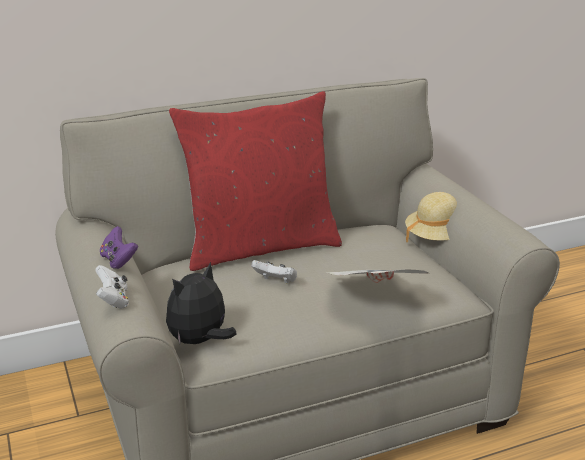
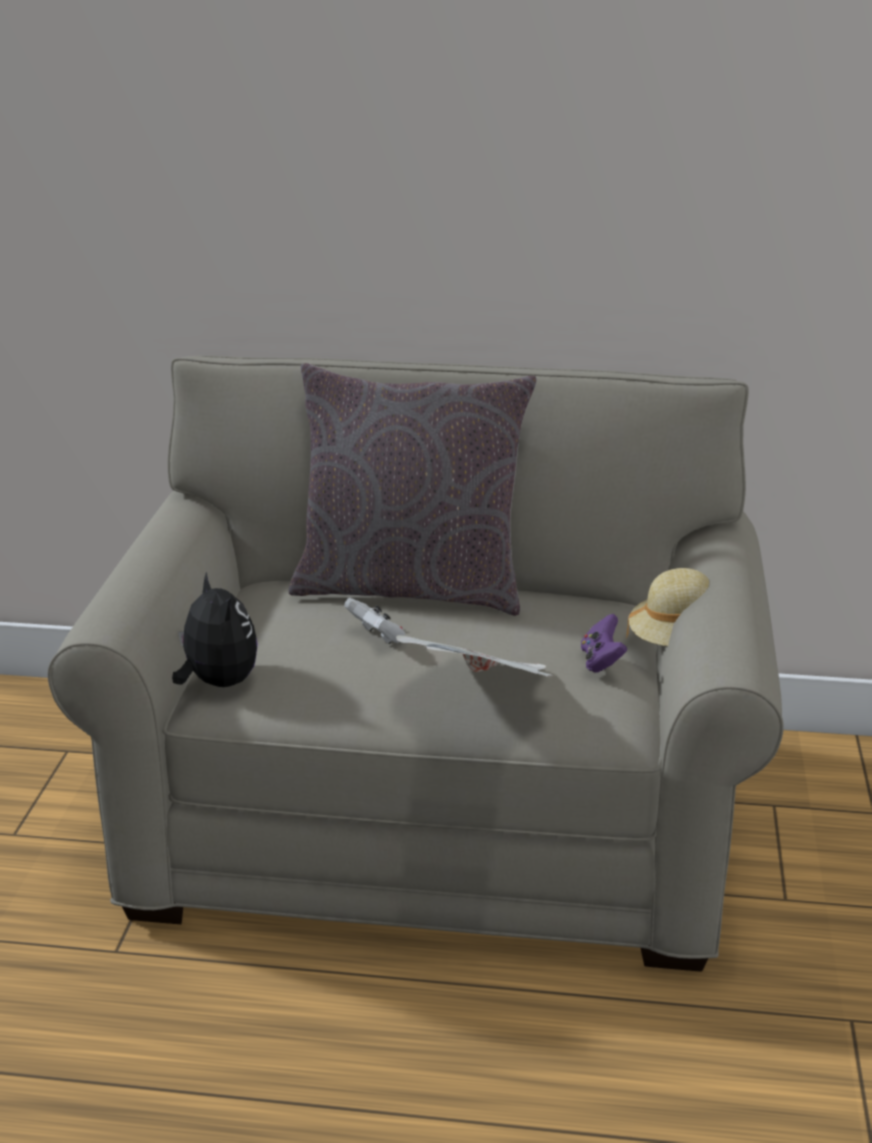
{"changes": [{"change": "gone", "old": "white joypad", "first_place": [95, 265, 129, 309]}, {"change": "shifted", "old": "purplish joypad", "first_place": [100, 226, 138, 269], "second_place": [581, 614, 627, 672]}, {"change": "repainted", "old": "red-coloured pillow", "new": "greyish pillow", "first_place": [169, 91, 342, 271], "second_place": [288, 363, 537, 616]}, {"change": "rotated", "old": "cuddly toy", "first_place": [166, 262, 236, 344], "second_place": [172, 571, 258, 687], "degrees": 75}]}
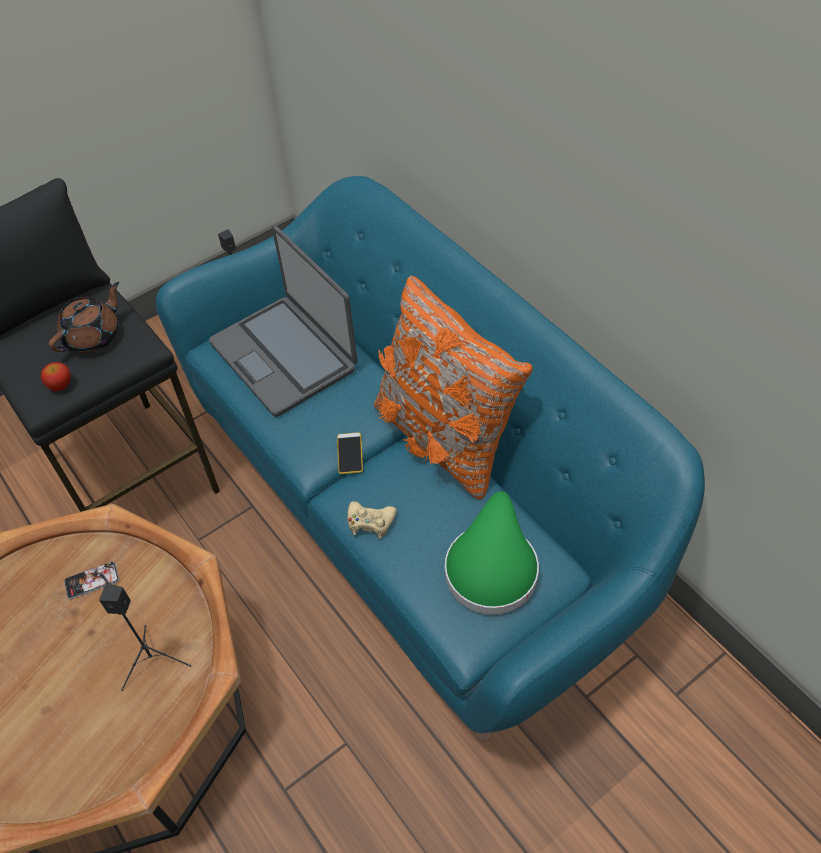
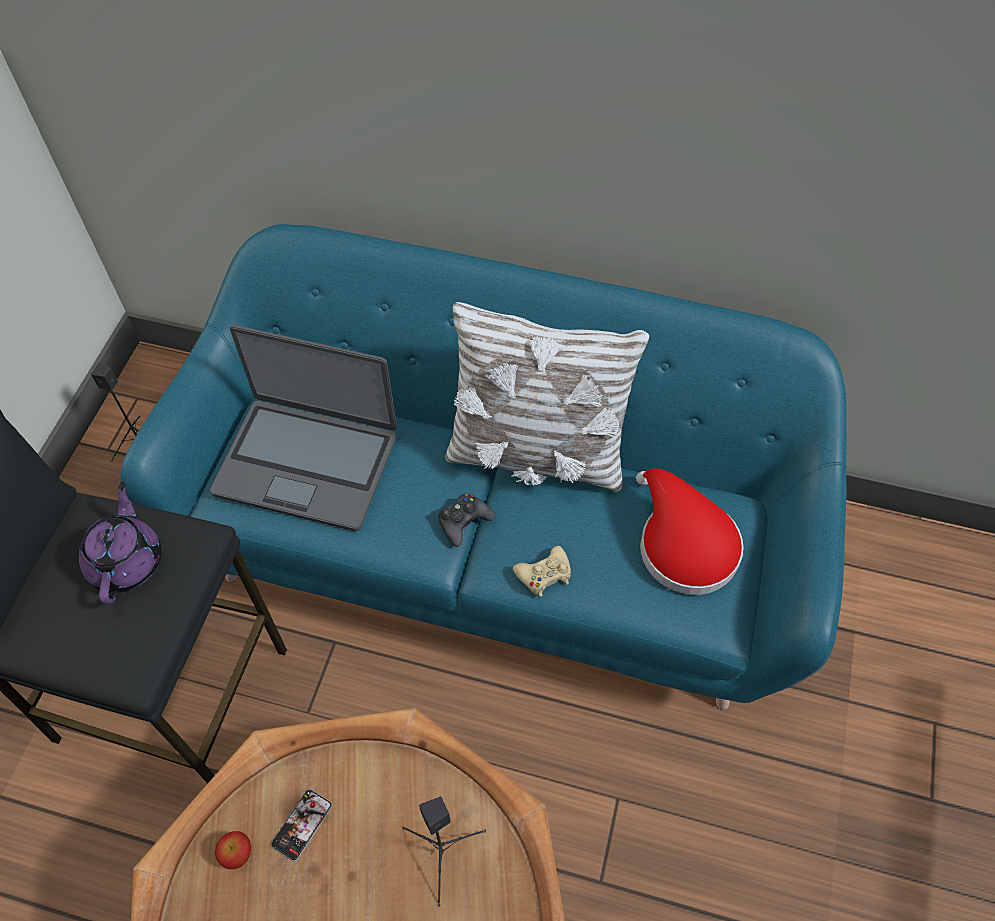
{"changes": [{"change": "shifted", "old": "whole apple", "first_place": [41, 362, 71, 392], "second_place": [215, 831, 251, 869]}, {"change": "swapped", "old": "handset", "new": "blackish joypad", "first_place": [337, 432, 363, 474], "second_place": [438, 493, 495, 547]}, {"change": "repainted", "old": "brownish tea pot", "new": "purplish tea pot", "first_place": [48, 282, 119, 353], "second_place": [79, 482, 162, 604]}, {"change": "repainted", "old": "orange-coloured pillow", "new": "white pillow", "first_place": [374, 276, 533, 499], "second_place": [445, 302, 649, 492]}, {"change": "repainted", "old": "green clothing hat", "new": "red-coloured clothing hat", "first_place": [445, 491, 539, 615], "second_place": [636, 468, 744, 595]}]}
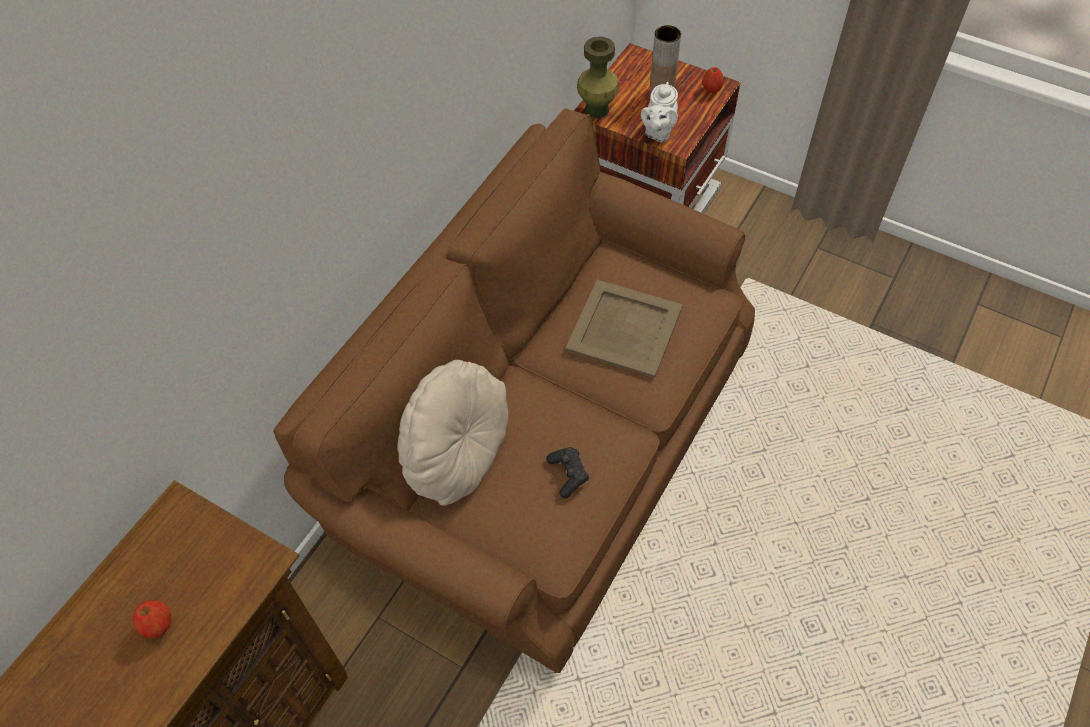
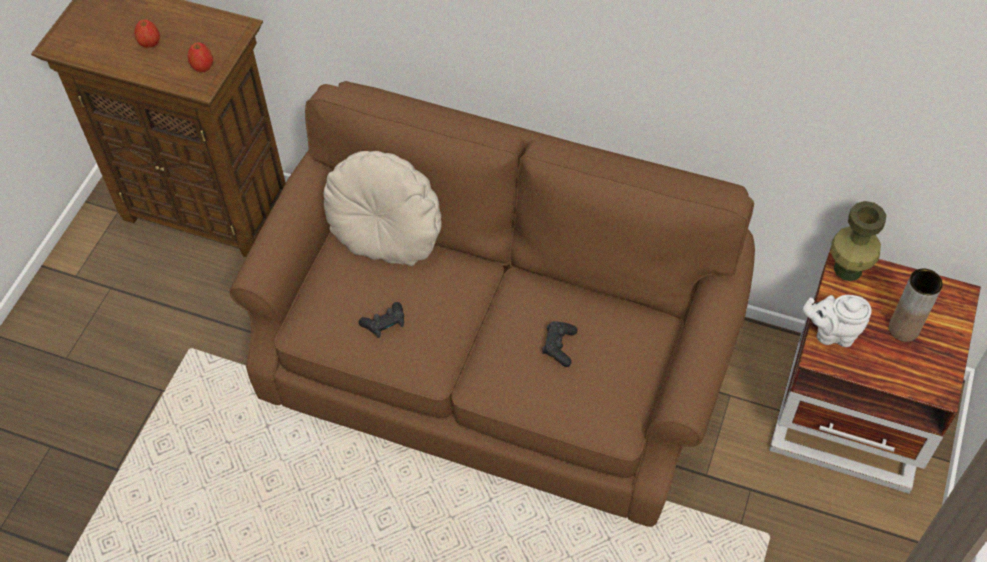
{"changes": [{"change": "shifted", "old": "whole apple", "first_place": [702, 67, 723, 93], "second_place": [187, 42, 213, 72]}, {"change": "swapped", "old": "beige tray", "new": "blackish joypad", "first_place": [565, 280, 683, 378], "second_place": [542, 321, 577, 367]}]}
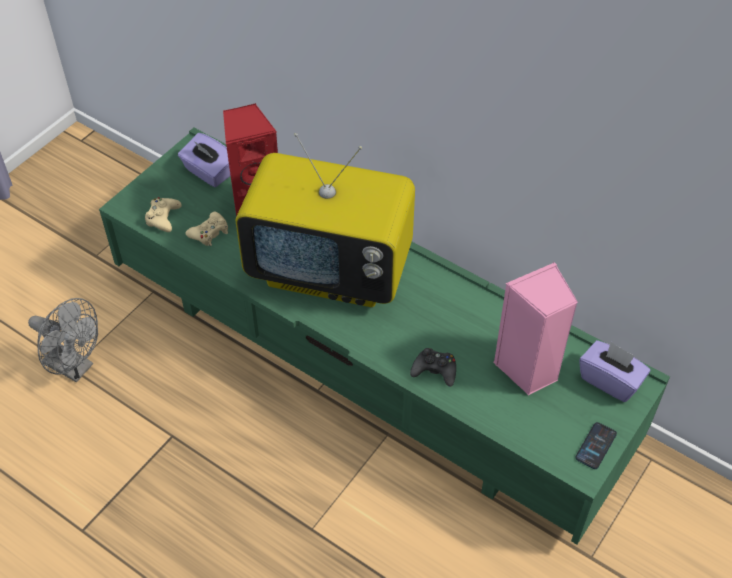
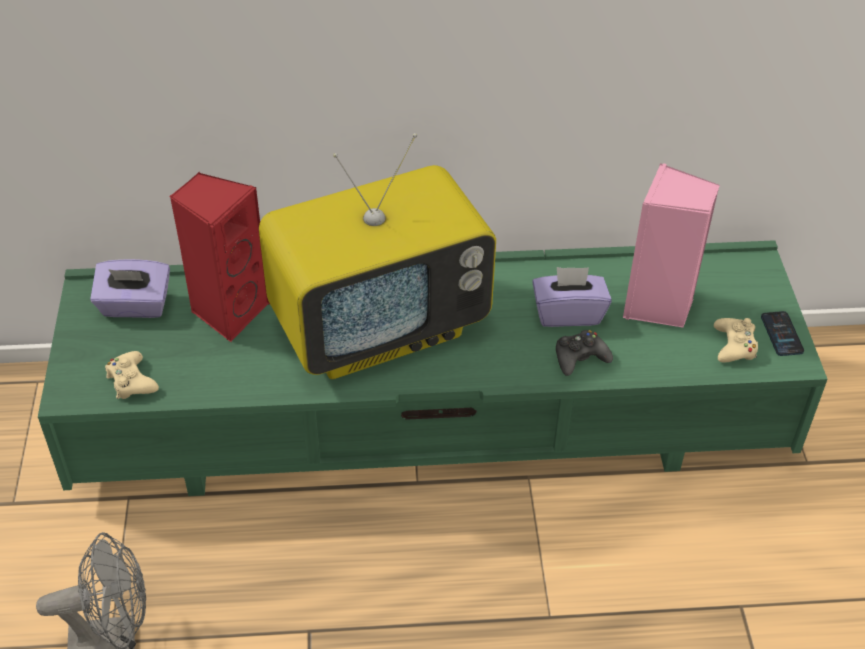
{"changes": [{"change": "shifted", "old": "beige joypad", "first_place": [186, 211, 228, 246], "second_place": [714, 318, 758, 362]}, {"change": "shifted", "old": "purplish box of tissues", "first_place": [579, 340, 650, 402], "second_place": [532, 267, 611, 327]}]}
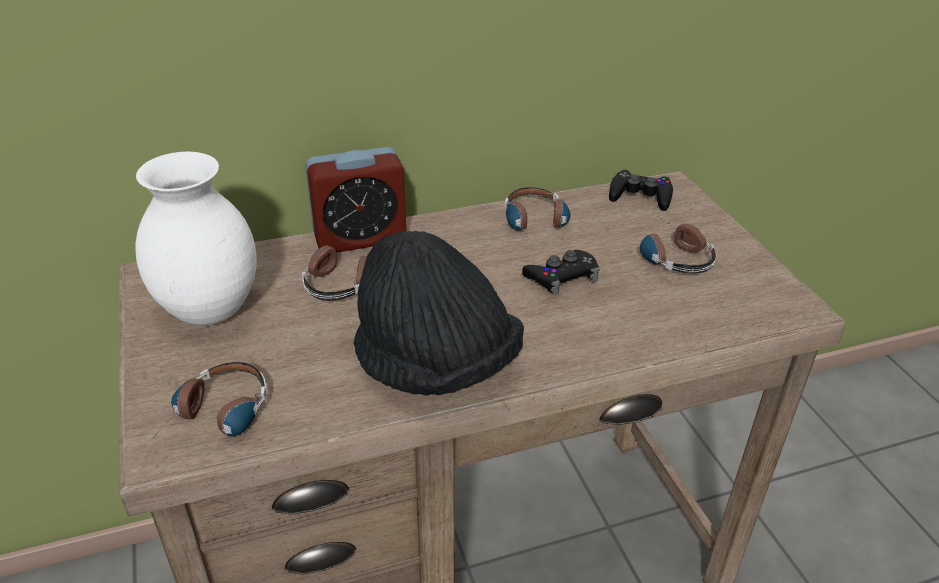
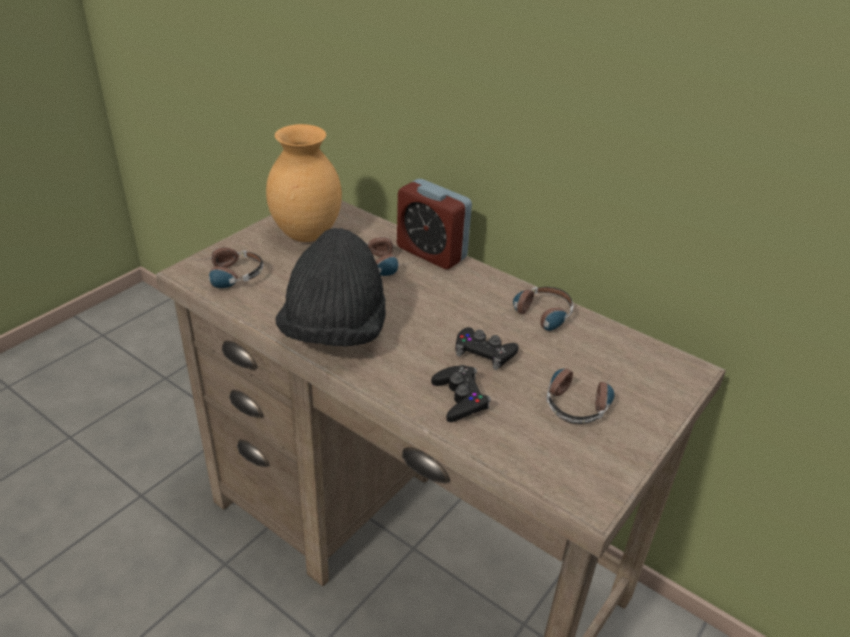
{"changes": [{"change": "shifted", "old": "blackish joypad", "first_place": [609, 170, 673, 211], "second_place": [431, 365, 491, 422]}, {"change": "repainted", "old": "white flower vase", "new": "brownish flower vase", "first_place": [135, 152, 257, 326], "second_place": [266, 124, 342, 242]}]}
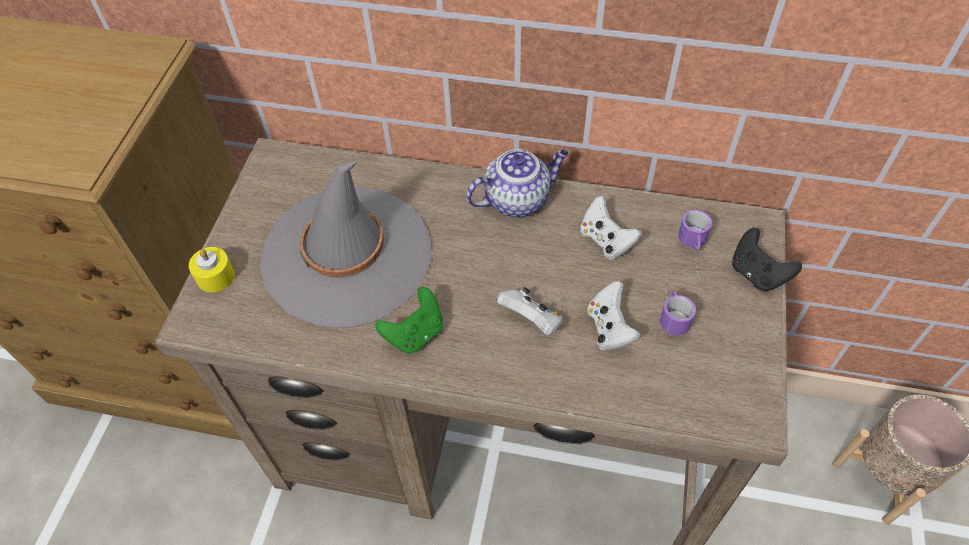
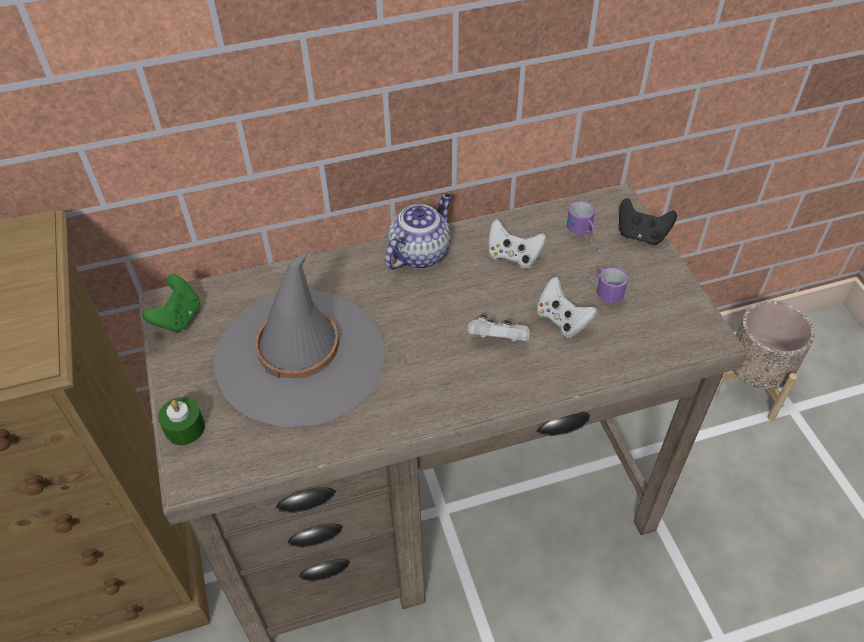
{"changes": [{"change": "shifted", "old": "green joypad", "first_place": [376, 287, 443, 354], "second_place": [142, 274, 200, 333]}, {"change": "repainted", "old": "yellow-coloured candle", "new": "green candle", "first_place": [189, 247, 235, 292], "second_place": [158, 397, 205, 445]}]}
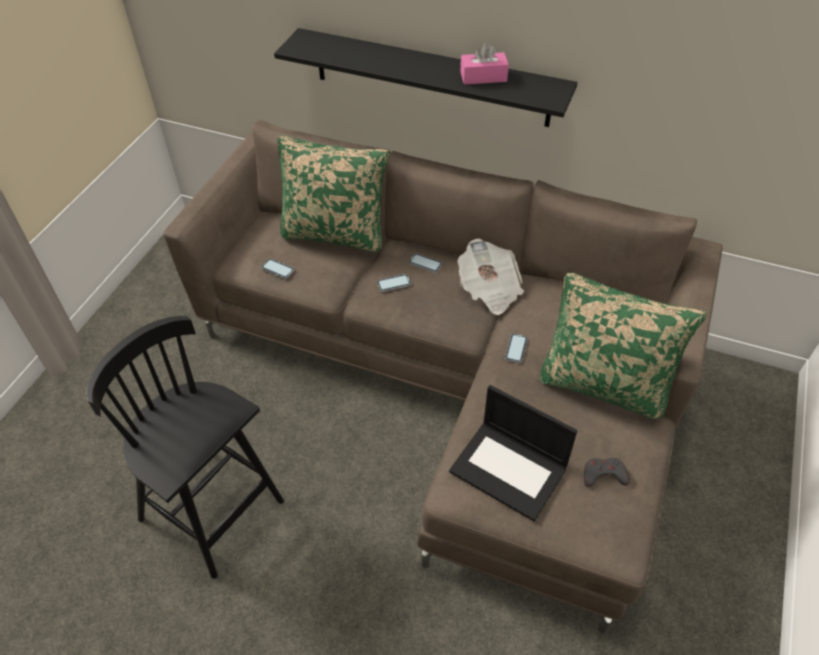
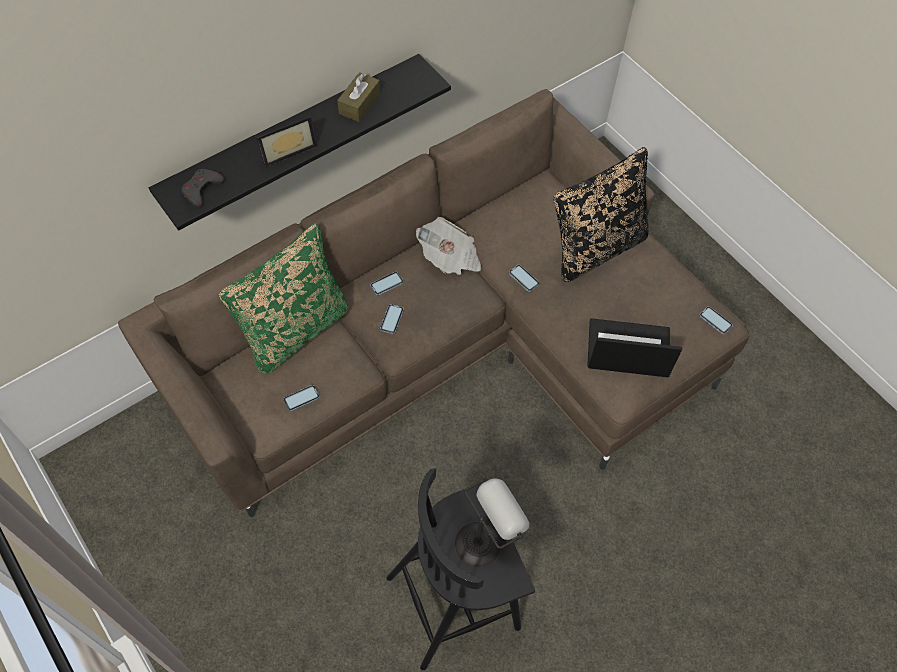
{"changes": [{"change": "new", "new": "photo frame", "second_place": [256, 115, 317, 167]}, {"change": "new", "new": "table lamp", "second_place": [455, 477, 530, 567]}, {"change": "new", "new": "handset", "second_place": [699, 306, 733, 334]}, {"change": "shifted", "old": "greyish joypad", "first_place": [584, 458, 630, 487], "second_place": [181, 169, 225, 207]}, {"change": "repainted", "old": "pinkish box of tissues", "new": "brownish box of tissues", "first_place": [460, 43, 509, 85], "second_place": [337, 72, 380, 122]}, {"change": "repainted", "old": "green pillow", "new": "blackish pillow", "first_place": [539, 272, 706, 419], "second_place": [553, 147, 649, 282]}, {"change": "rotated", "old": "notebook computer", "first_place": [449, 385, 577, 521], "second_place": [587, 318, 682, 377], "degrees": -150}]}
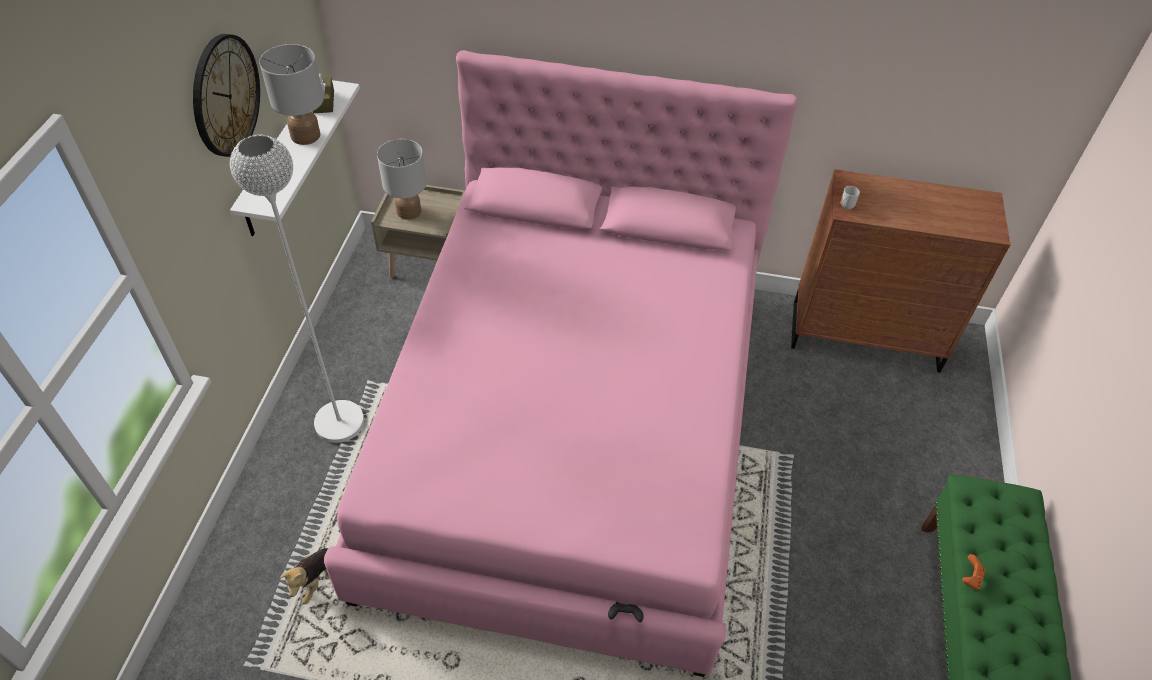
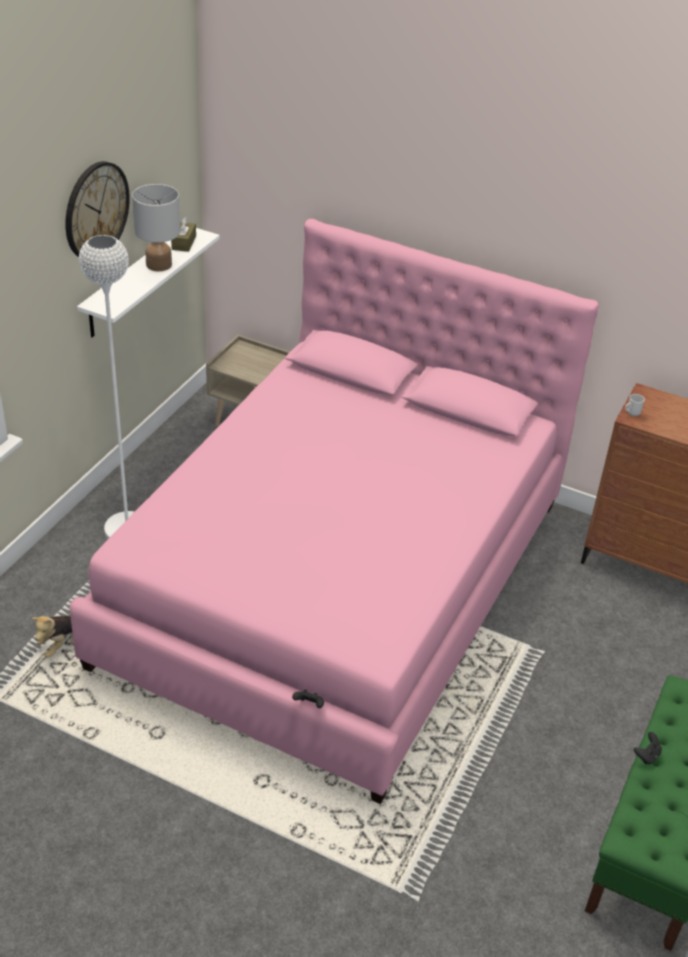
{"changes": [{"change": "gone", "old": "greyish table lamp", "first_place": [377, 139, 426, 220]}, {"change": "repainted", "old": "orange-coloured joypad", "new": "blackish joypad", "first_place": [962, 554, 986, 589], "second_place": [634, 732, 662, 764]}]}
